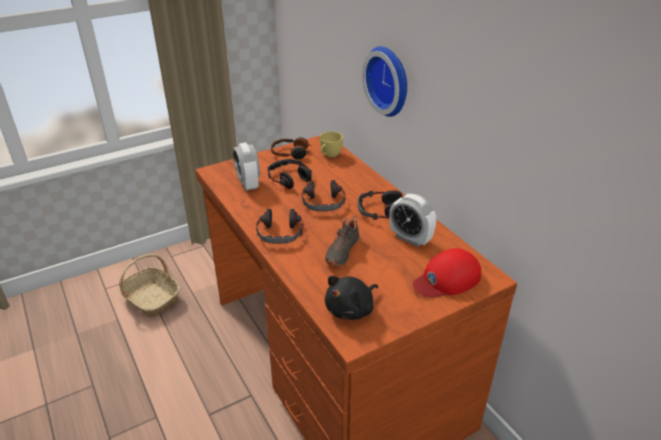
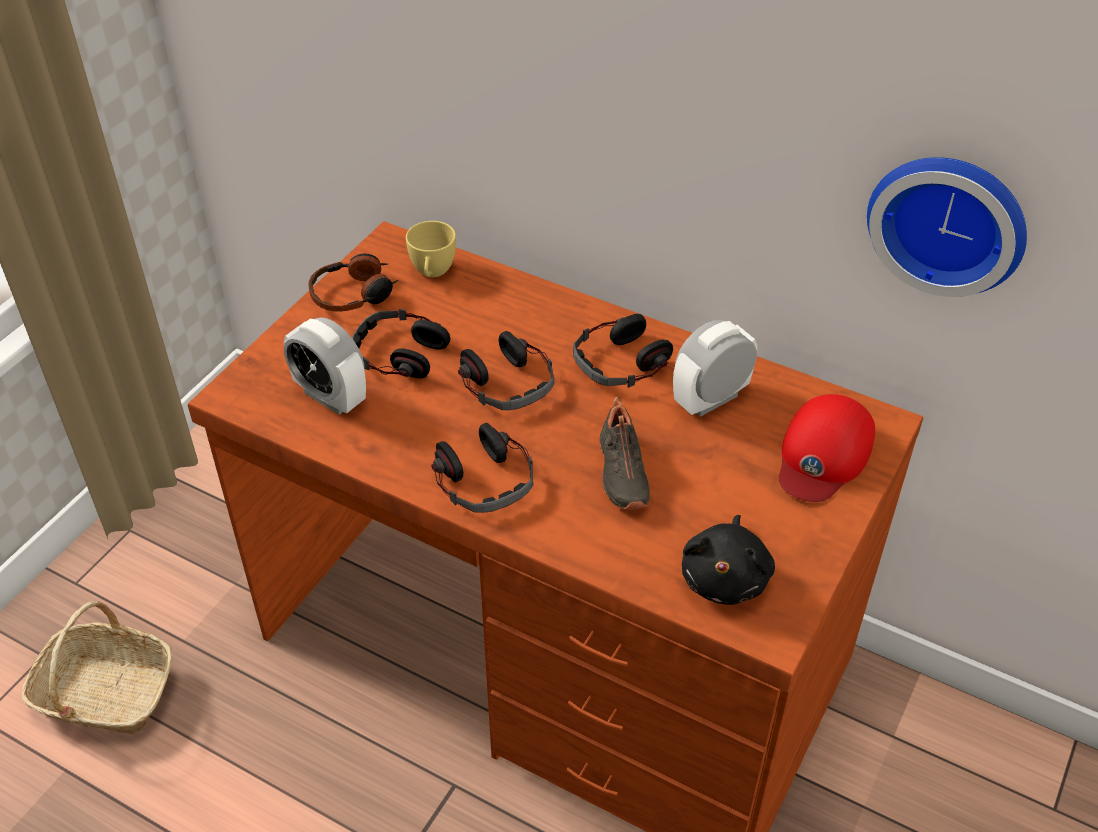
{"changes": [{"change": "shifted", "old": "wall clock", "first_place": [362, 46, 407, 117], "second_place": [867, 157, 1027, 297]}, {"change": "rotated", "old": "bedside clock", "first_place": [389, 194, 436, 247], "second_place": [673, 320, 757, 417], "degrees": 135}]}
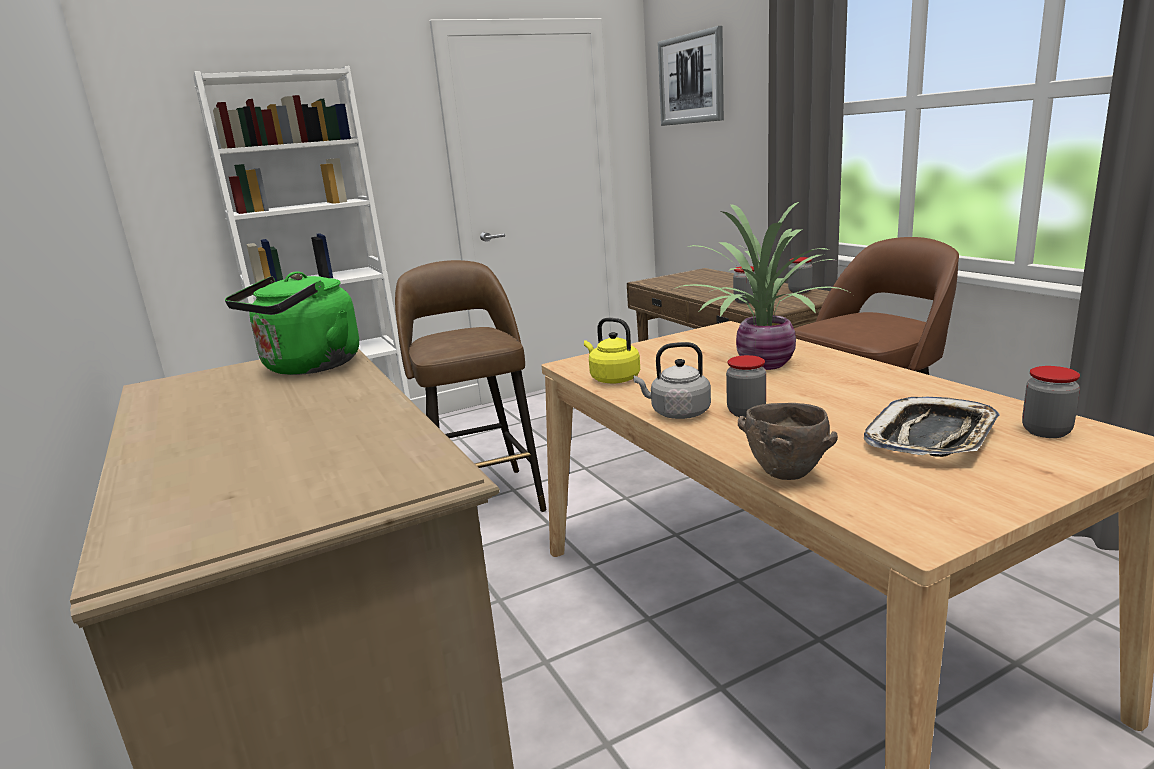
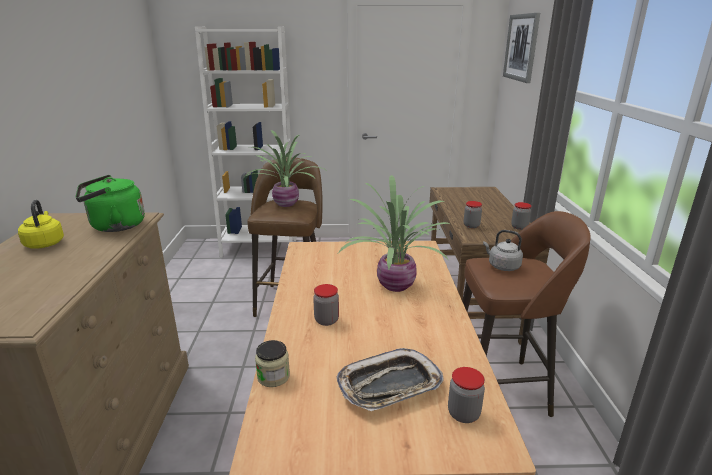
{"changes": [{"change": "new", "new": "potted plant", "second_place": [244, 130, 324, 207]}, {"change": "shifted", "old": "yellow-coloured water kettle", "first_place": [584, 318, 640, 383], "second_place": [18, 200, 64, 249]}, {"change": "shifted", "old": "greyish water kettle", "first_place": [633, 342, 711, 419], "second_place": [483, 230, 523, 271]}, {"change": "swapped", "old": "brownish bowl", "new": "jar", "first_place": [738, 403, 838, 480], "second_place": [255, 340, 290, 387]}]}
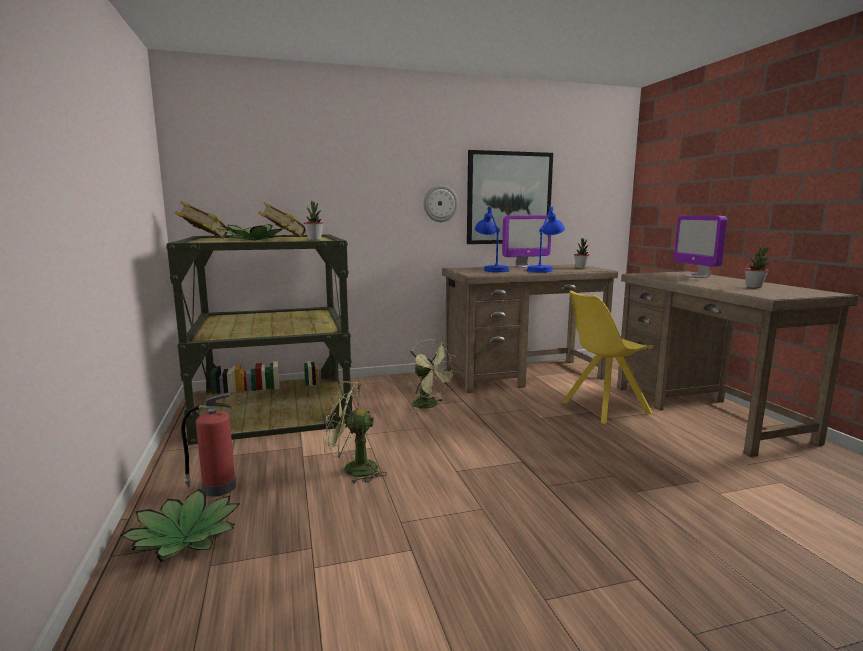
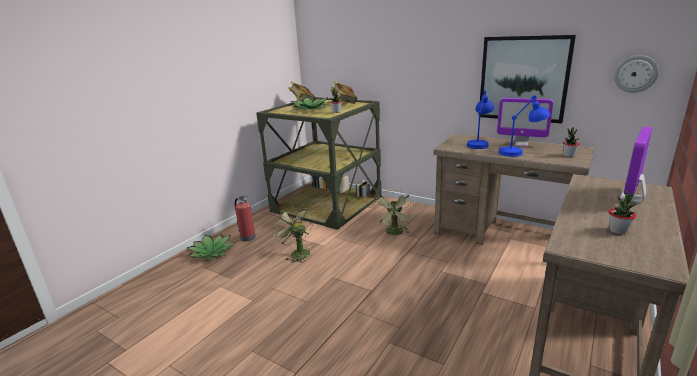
{"changes": [{"change": "gone", "old": "yellow-coloured plain chair", "first_place": [561, 290, 654, 424]}, {"change": "shifted", "old": "wall clock", "first_place": [423, 185, 458, 222], "second_place": [614, 55, 659, 93]}]}
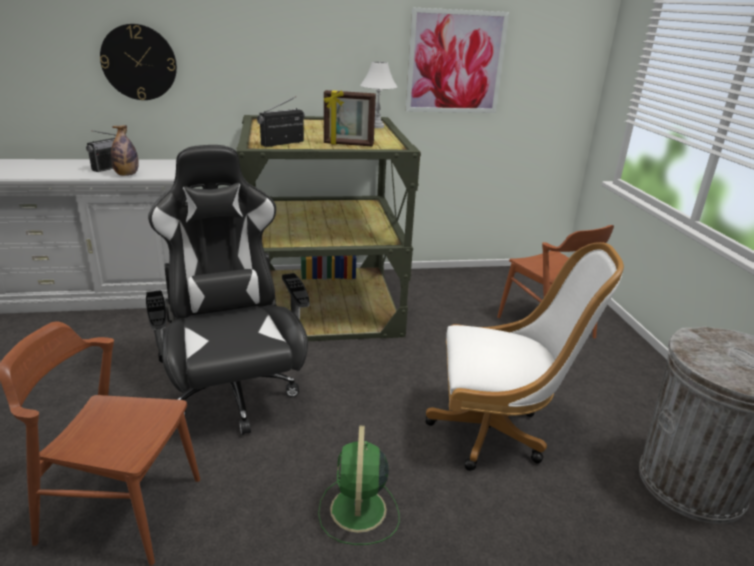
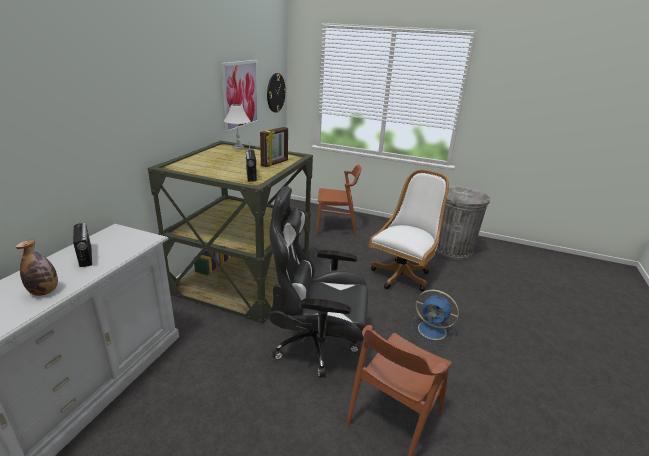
{"changes": [{"change": "shifted", "old": "wall clock", "first_place": [100, 24, 177, 100], "second_place": [267, 73, 287, 113]}, {"change": "shifted", "old": "beverage bottle", "first_place": [111, 125, 139, 176], "second_place": [15, 239, 58, 296]}, {"change": "repainted", "old": "green cooling fan", "new": "blue-coloured cooling fan", "first_place": [318, 426, 400, 545], "second_place": [411, 290, 459, 345]}]}
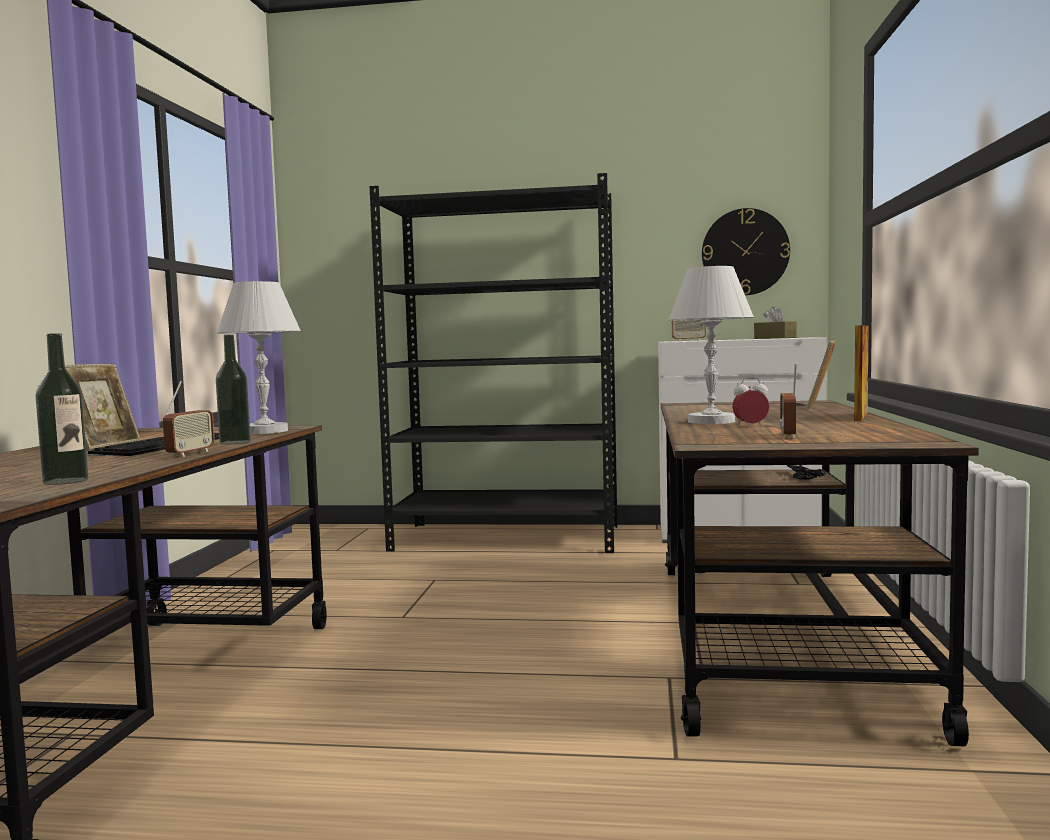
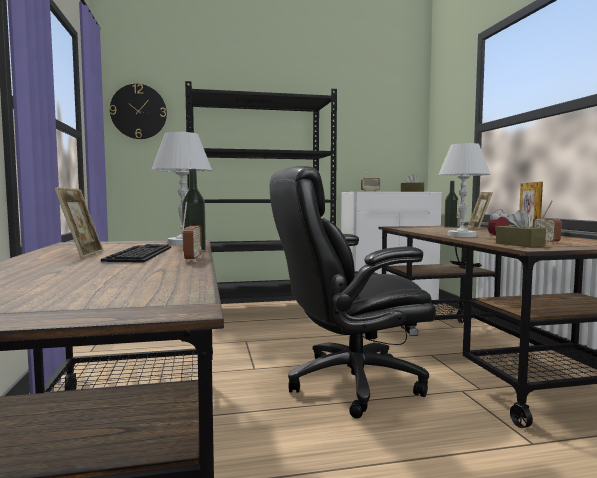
{"changes": [{"change": "new", "new": "blackish office chair", "second_place": [270, 166, 436, 418]}, {"change": "new", "new": "brownish box of tissues", "second_place": [496, 210, 546, 247]}, {"change": "shifted", "old": "beverage bottle", "first_place": [36, 333, 88, 485], "second_place": [444, 181, 459, 228]}, {"change": "shifted", "old": "wall clock", "first_place": [702, 208, 790, 295], "second_place": [110, 84, 167, 139]}]}
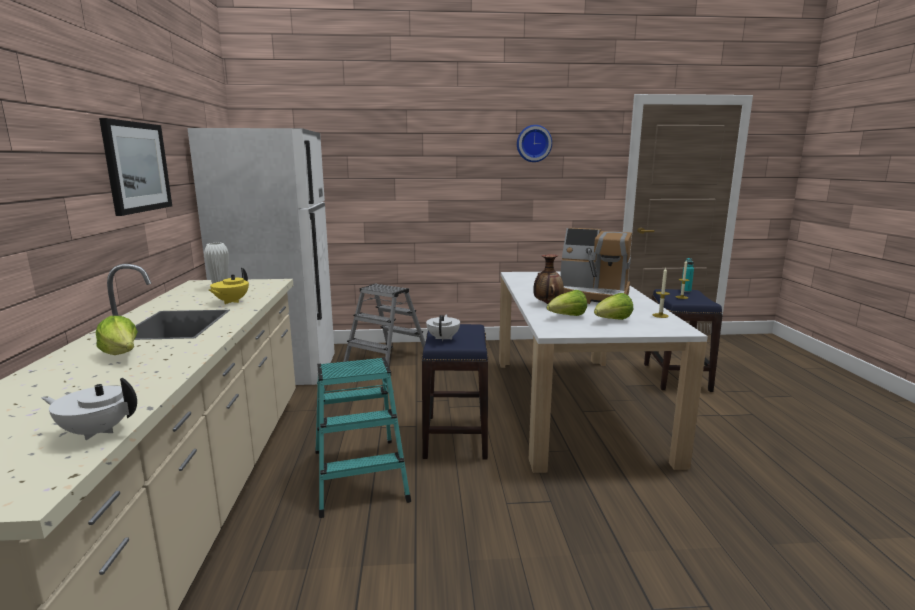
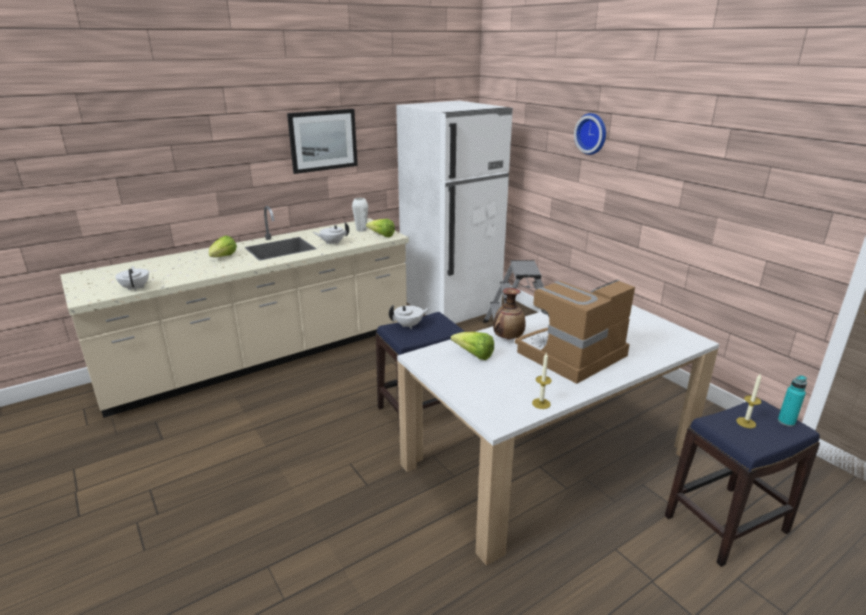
{"changes": [{"change": "gone", "old": "turquoise-coloured stepladder", "first_place": [315, 357, 411, 518]}, {"change": "shifted", "old": "wall clock", "first_place": [517, 125, 552, 162], "second_place": [574, 113, 606, 155]}, {"change": "shifted", "old": "head of lettuce", "first_place": [594, 293, 633, 320], "second_place": [366, 219, 395, 237]}, {"change": "repainted", "old": "yellow-coloured tea pot", "new": "white tea pot", "first_place": [209, 268, 249, 304], "second_place": [313, 222, 349, 245]}, {"change": "rotated", "old": "coffee machine", "first_place": [560, 228, 632, 304], "second_place": [515, 279, 635, 384], "degrees": 60}]}
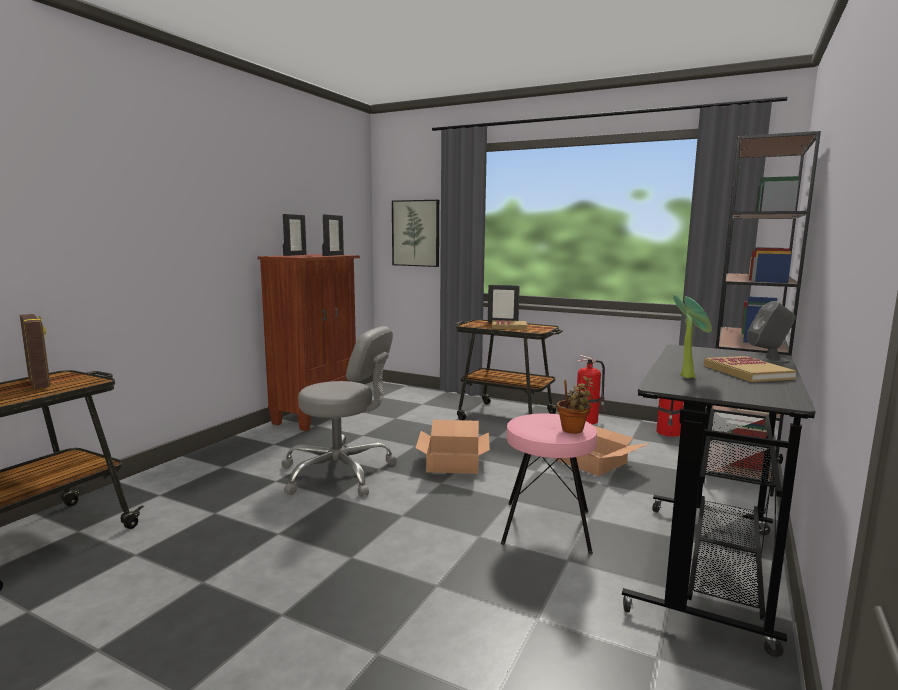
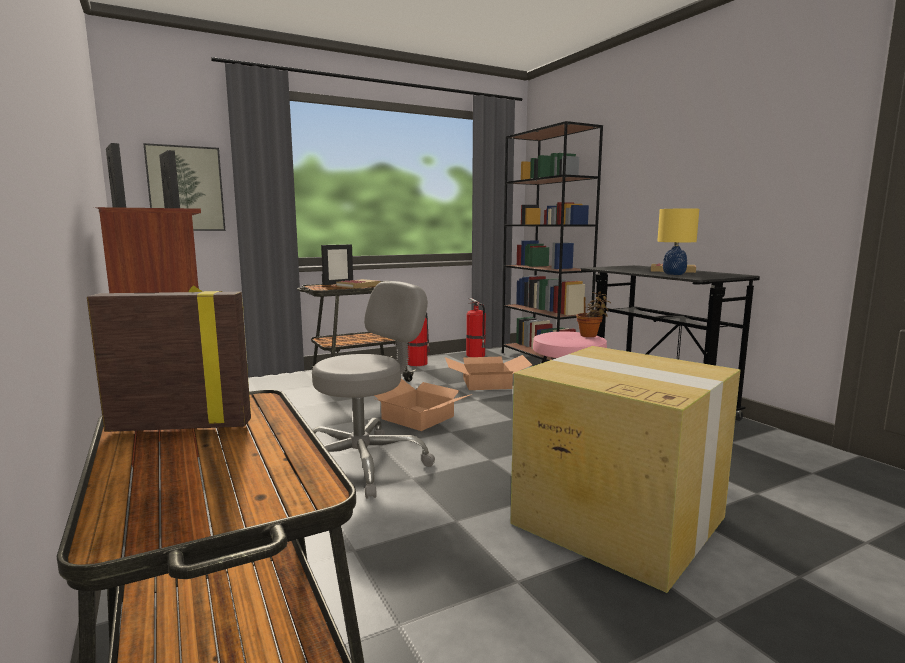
{"changes": [{"change": "gone", "old": "greyish speaker", "first_place": [747, 301, 796, 364]}, {"change": "new", "new": "carton", "second_place": [510, 346, 740, 593]}, {"change": "swapped", "old": "potted plant", "new": "yellow-coloured table lamp", "first_place": [673, 295, 712, 378], "second_place": [657, 208, 699, 275]}]}
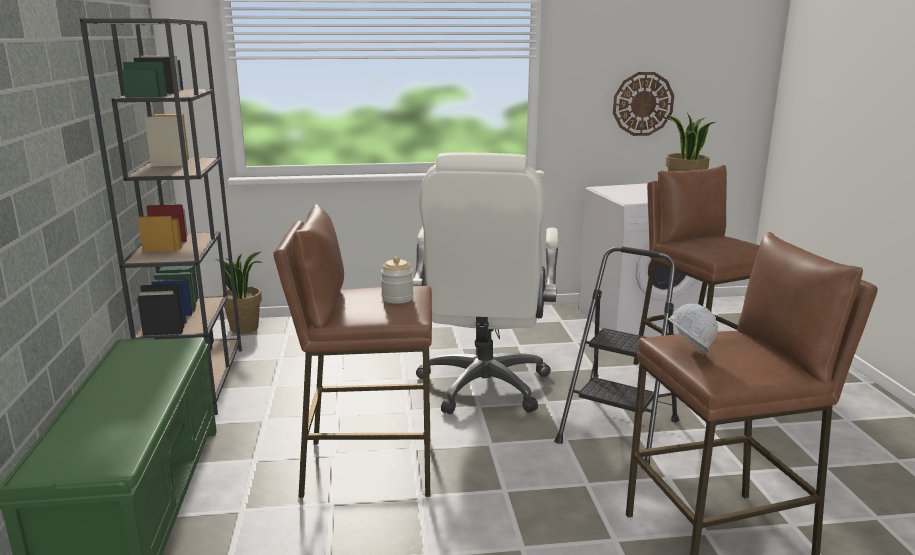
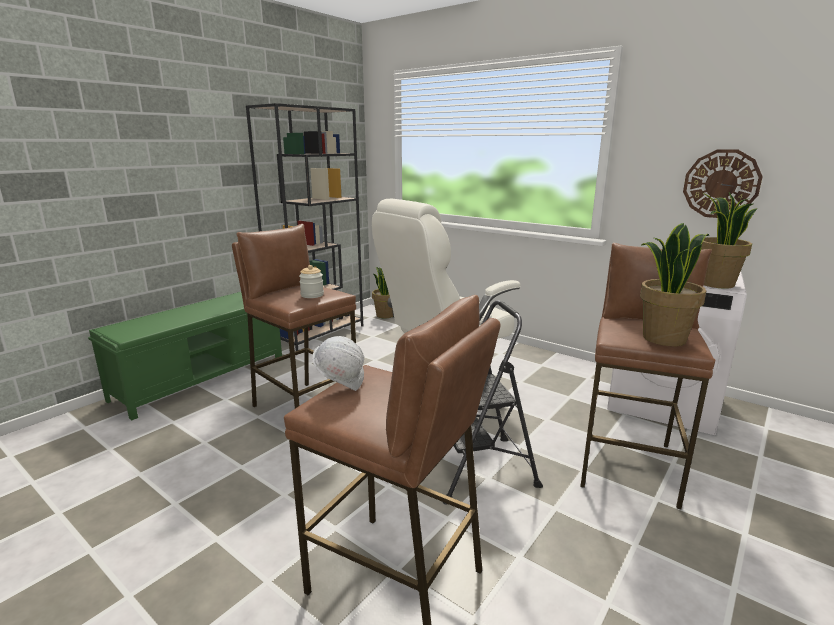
{"changes": [{"change": "new", "new": "potted plant", "second_place": [640, 223, 709, 346]}]}
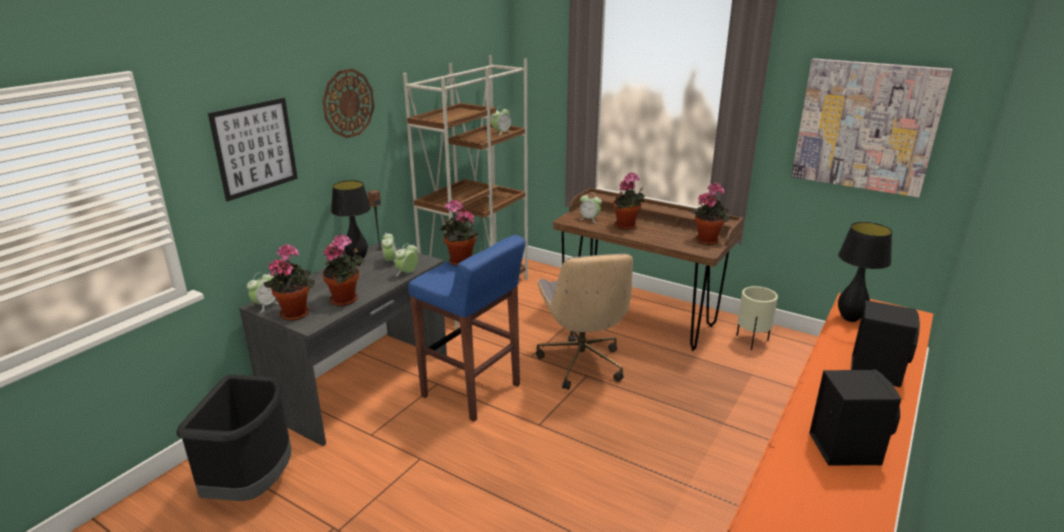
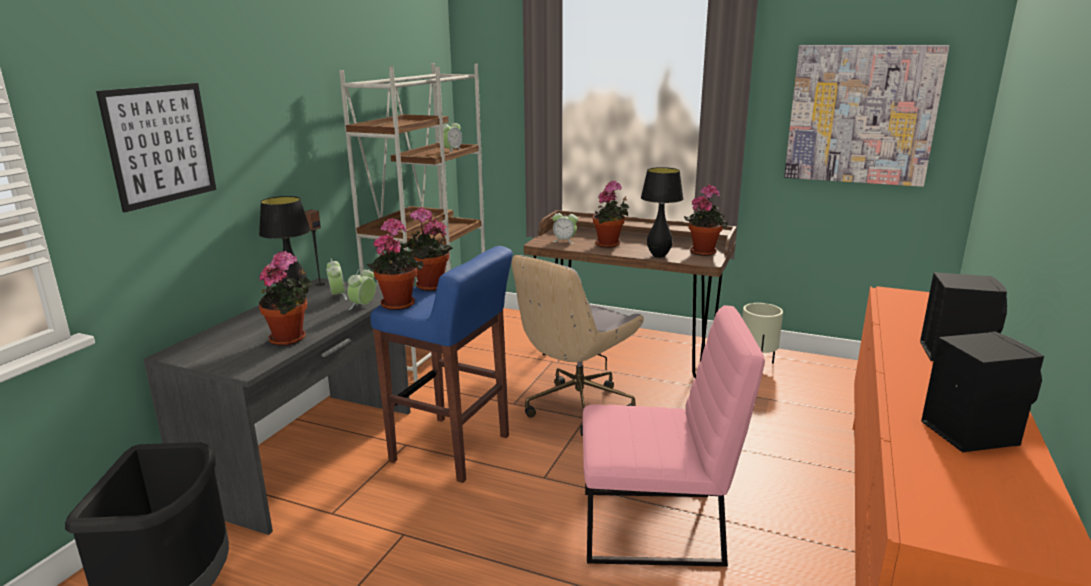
{"changes": [{"change": "gone", "old": "bedside clock", "first_place": [247, 272, 279, 313]}, {"change": "gone", "old": "wall clock", "first_place": [322, 68, 374, 138]}, {"change": "new", "new": "pinkish plain chair", "second_place": [583, 305, 765, 567]}, {"change": "shifted", "old": "potted plant", "first_place": [264, 244, 315, 321], "second_place": [367, 218, 423, 310]}, {"change": "shifted", "old": "blackish table lamp", "first_place": [838, 222, 892, 322], "second_place": [641, 167, 683, 258]}, {"change": "rotated", "old": "greyish office chair", "first_place": [536, 254, 633, 390], "second_place": [512, 255, 644, 436], "degrees": 60}]}
